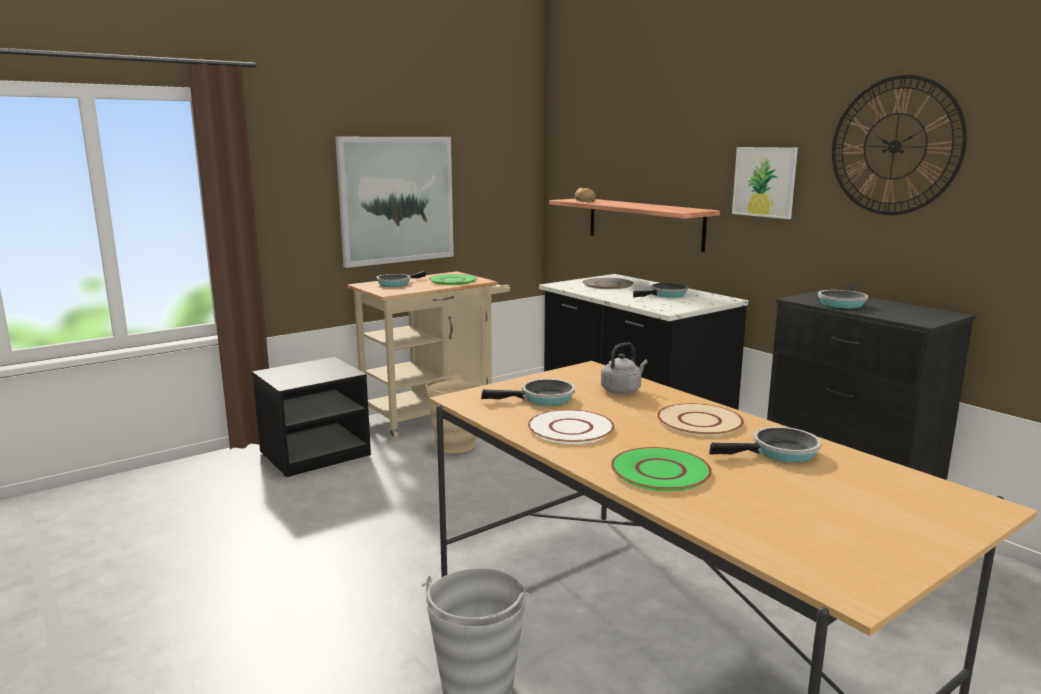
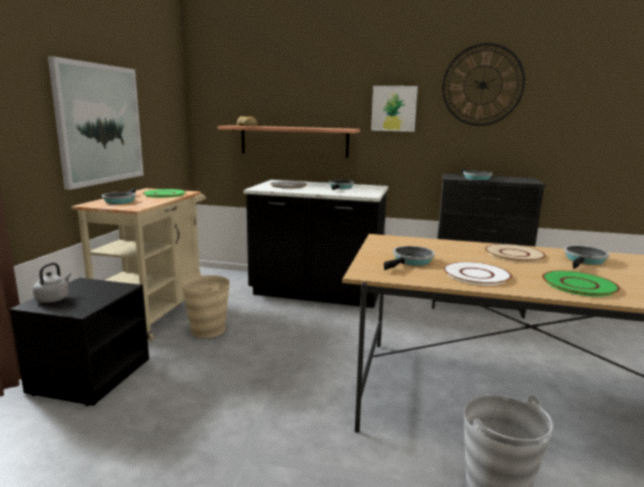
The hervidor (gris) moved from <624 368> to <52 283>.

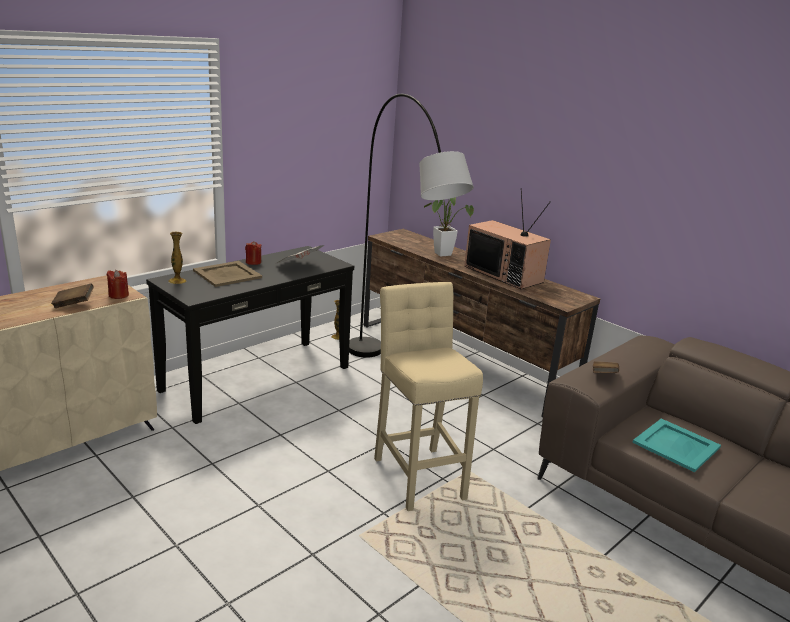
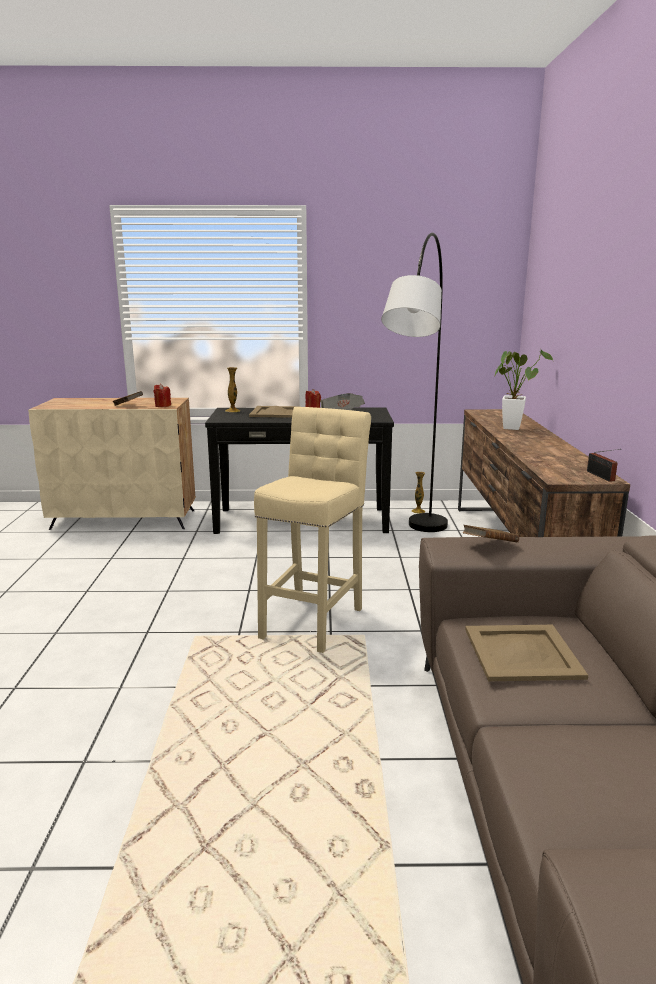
The televisor at <507 238> disappeared. The radio at <604 465> appeared. The bandeja (turquesa) at <676 445> became the bandeja (beis) at <526 653>.

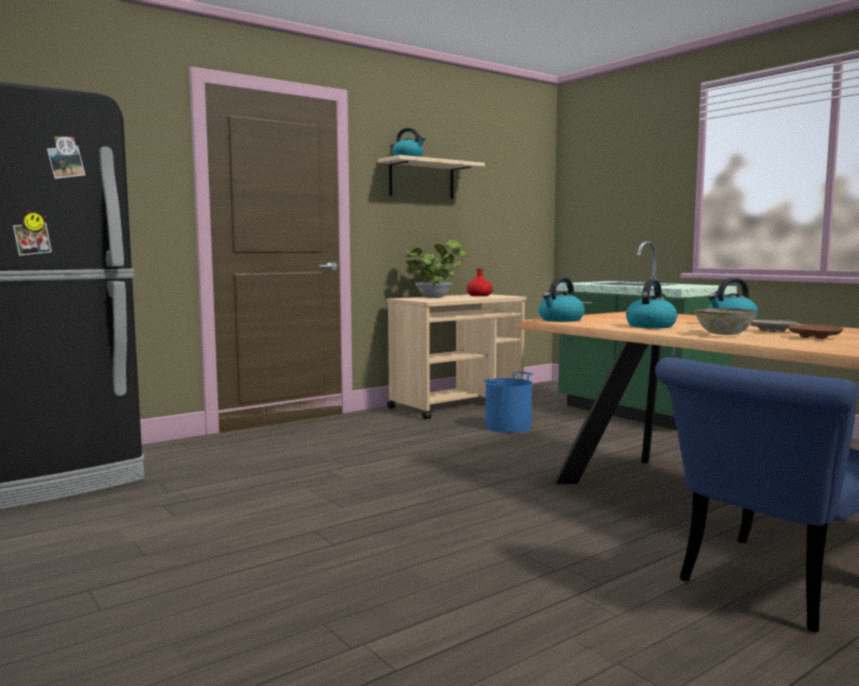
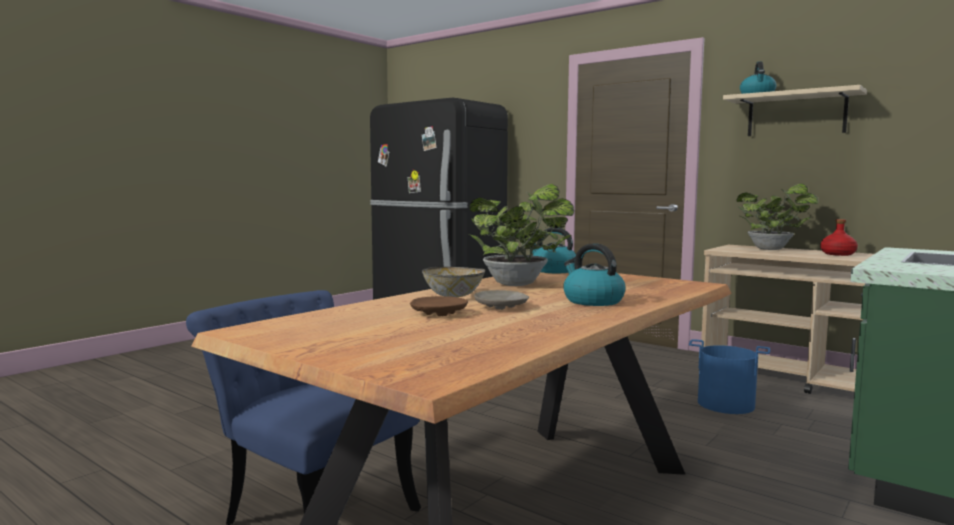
The hervidor at <651 303> was replaced by the planta en maceta at <521 235>.

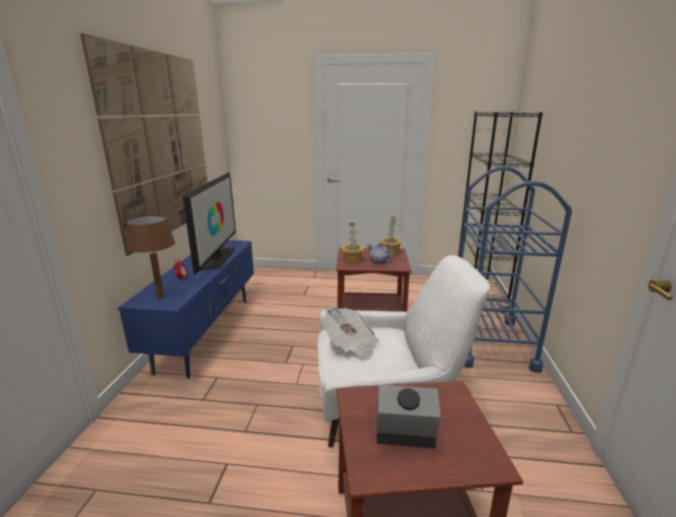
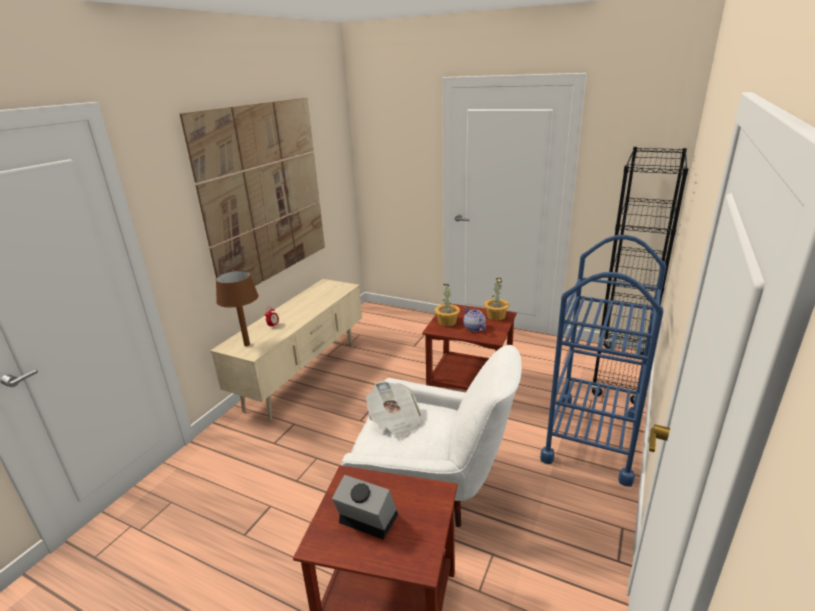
The televisor at <209 223> disappeared. The mueble de televisión (azul) at <186 309> became the mueble de televisión (beis) at <286 349>.

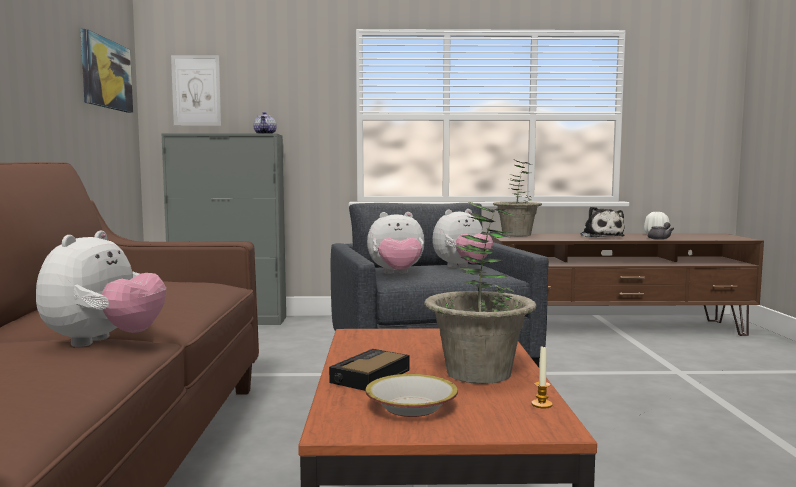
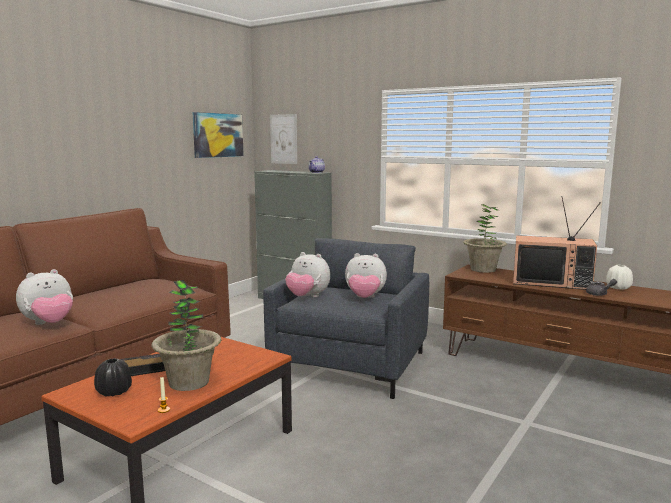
The cuenco at <411 395> was replaced by the florero (negro) at <113 377>. The peluche at <603 221> was replaced by the televisor at <557 243>.

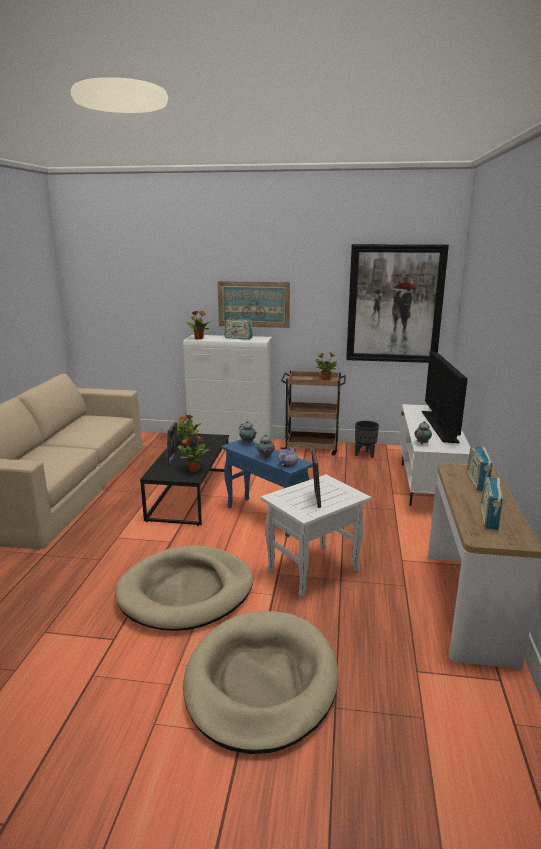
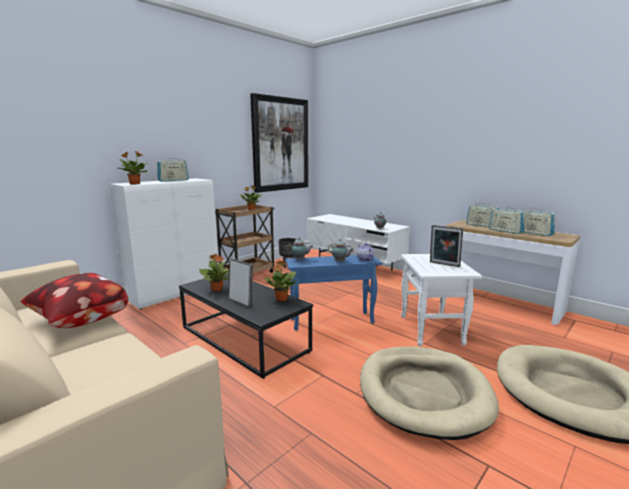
The cuadro at <254 304> disappeared. The televisor at <445 397> disappeared. The cojín at <74 300> appeared. The radio at <507 219> appeared.

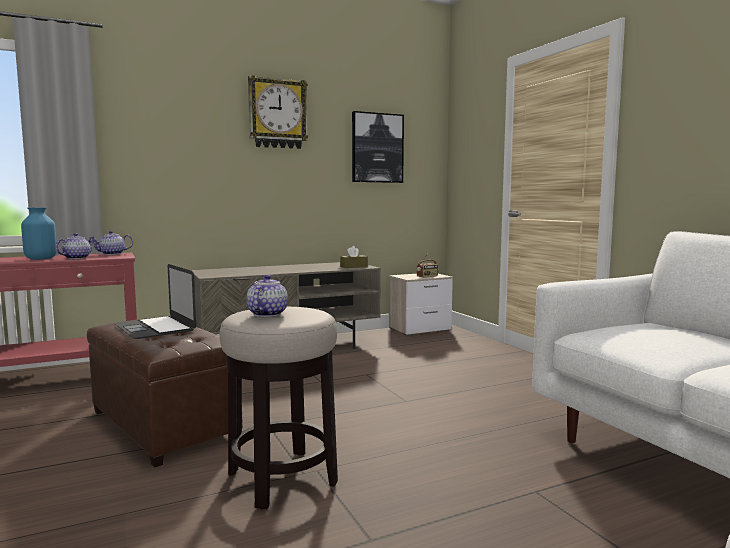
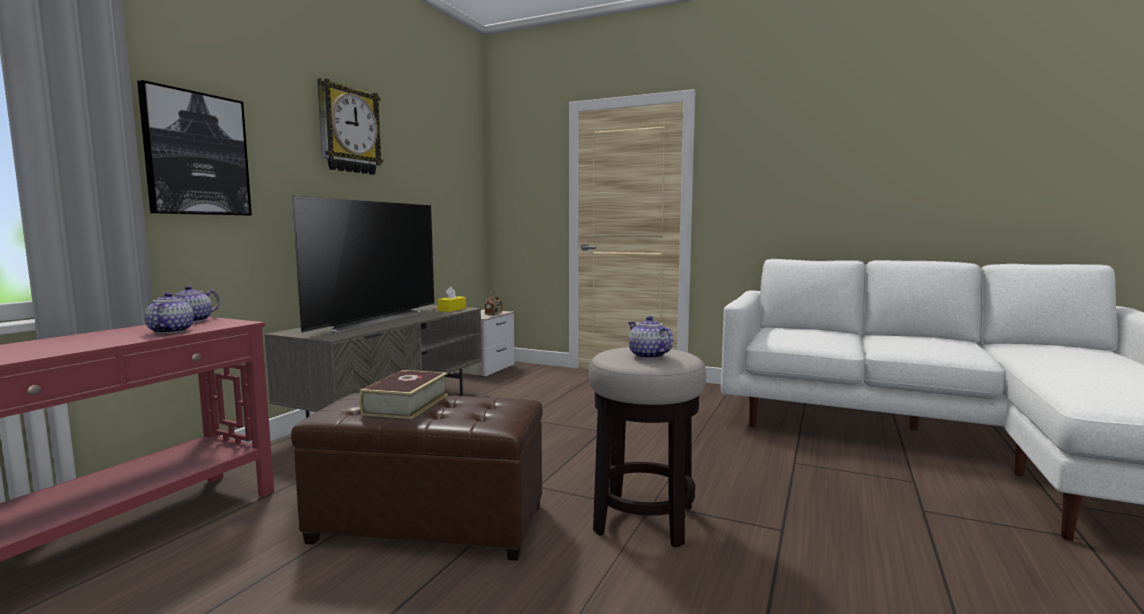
The florero (azul) at <39 233> disappeared. The televisor at <363 264> appeared. The cuadro moved from <378 147> to <194 148>. The portátil at <155 301> was replaced by the libro at <403 394>. The caja de pañuelos (marrón) at <354 257> became the caja de pañuelos (amarillo) at <451 299>.

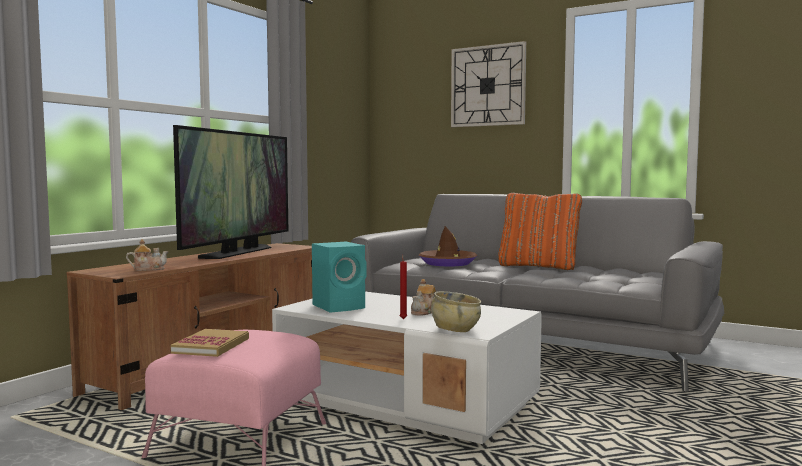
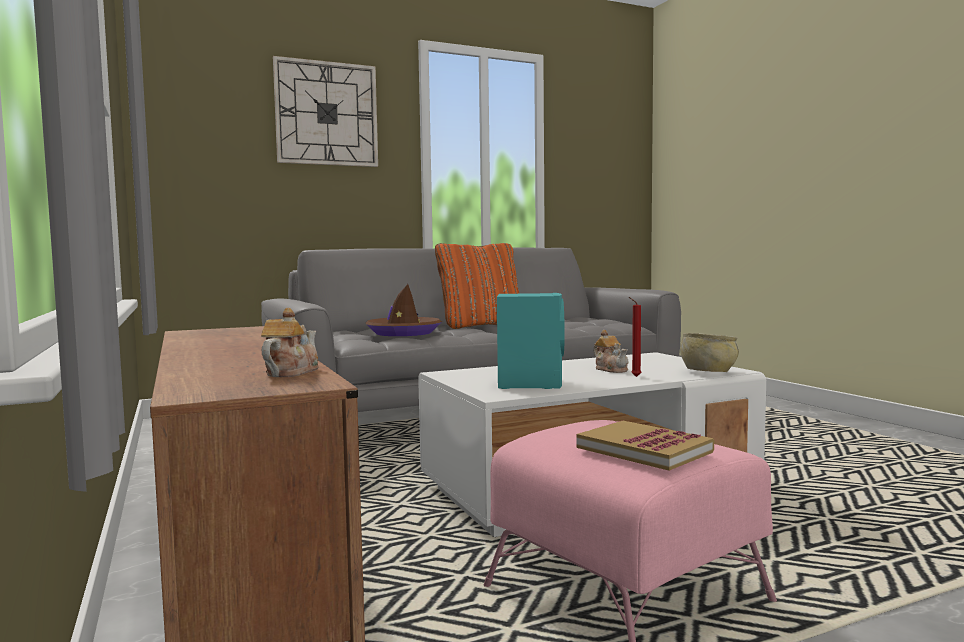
The televisor at <230 192> disappeared.

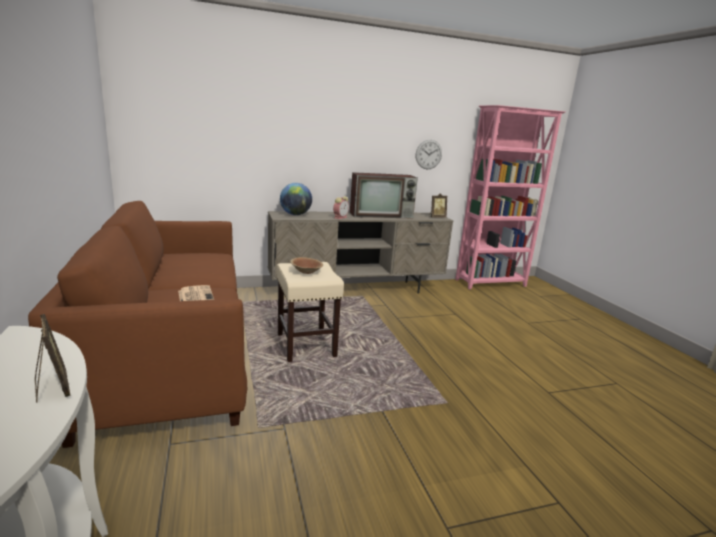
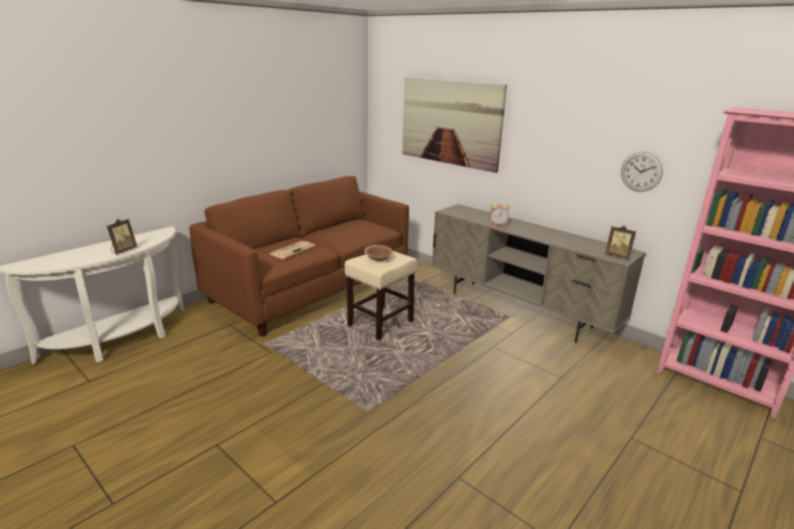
The globo terráqueo at <296 199> disappeared. The televisor at <384 195> disappeared. The cuadro at <454 125> appeared.

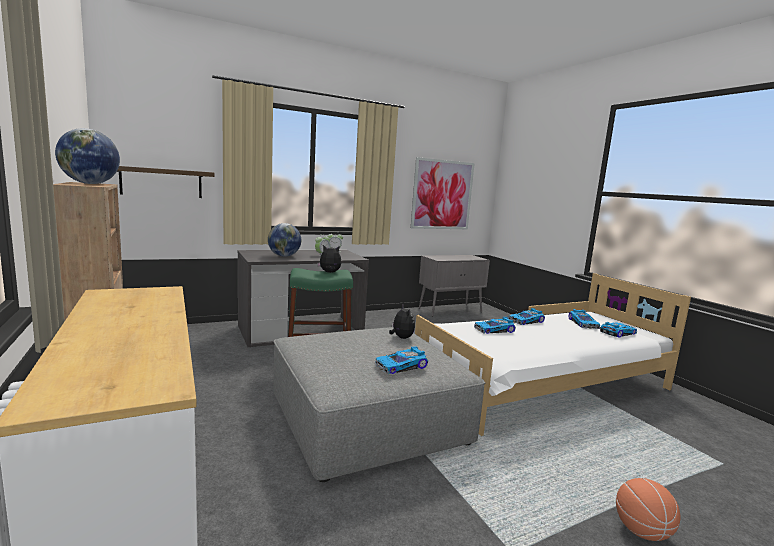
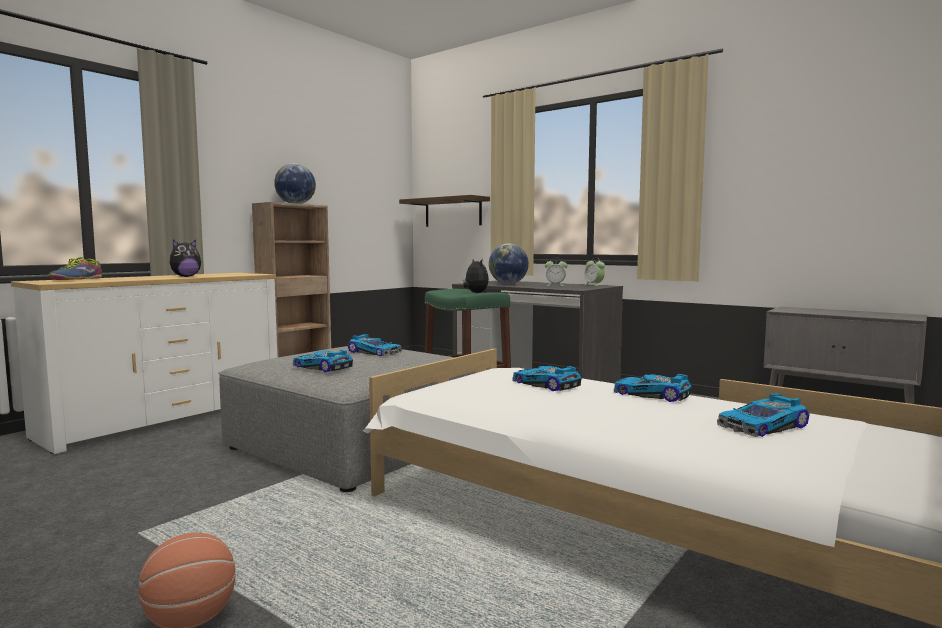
The cuadro at <443 193> disappeared. The zapato at <75 268> appeared. The peluche moved from <402 322> to <185 258>. The coche de juguete moved from <618 330> to <375 345>.

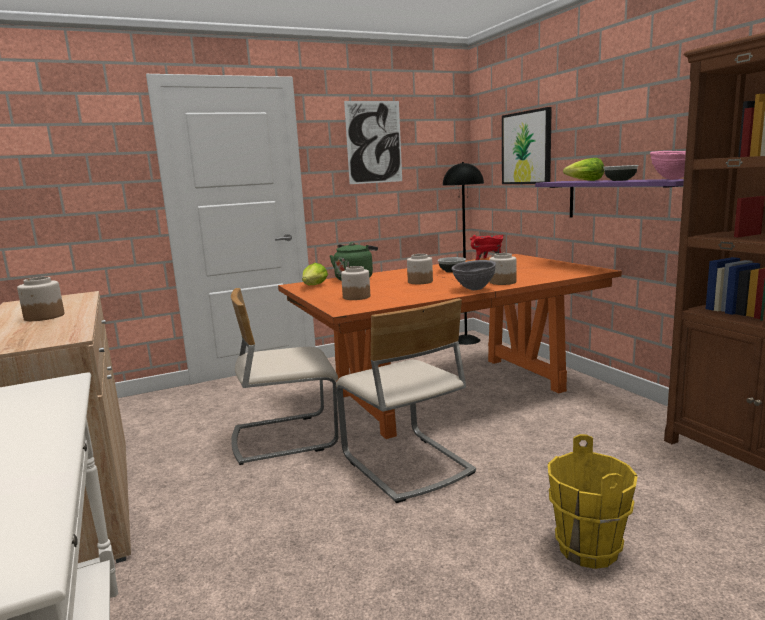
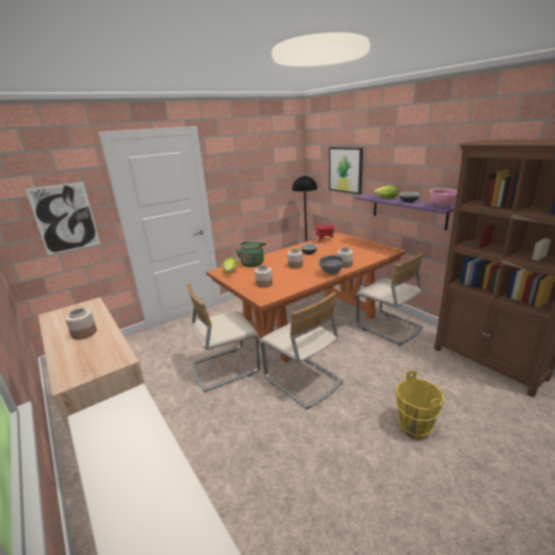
The silla (beis) at <390 299> appeared. The cuadro moved from <373 142> to <62 218>.

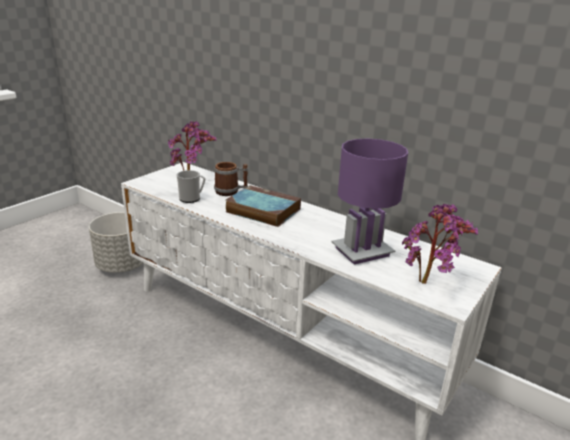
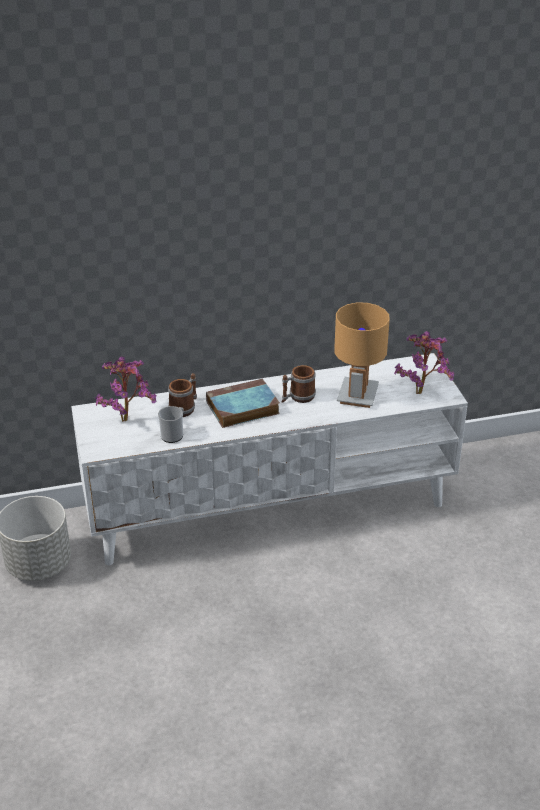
The taza grande at <299 384> appeared. The lámpara de mesa (morado) at <369 201> became the lámpara de mesa (marrón) at <362 355>.

